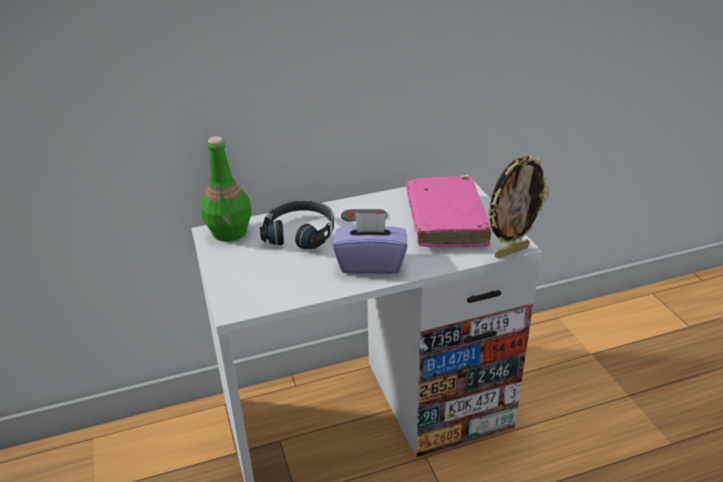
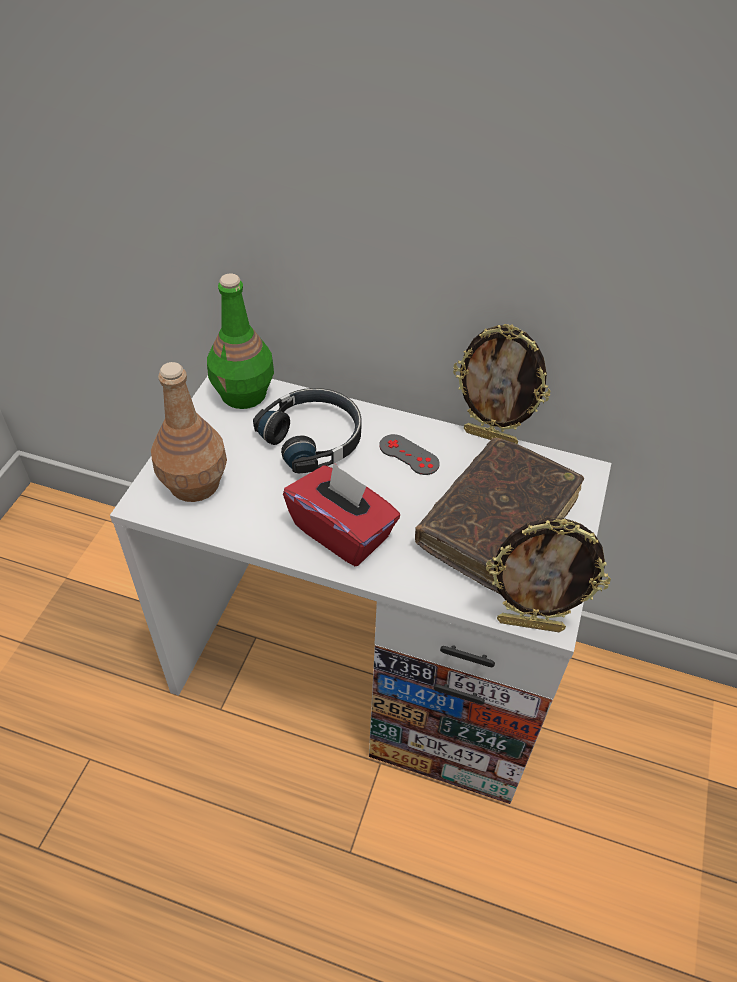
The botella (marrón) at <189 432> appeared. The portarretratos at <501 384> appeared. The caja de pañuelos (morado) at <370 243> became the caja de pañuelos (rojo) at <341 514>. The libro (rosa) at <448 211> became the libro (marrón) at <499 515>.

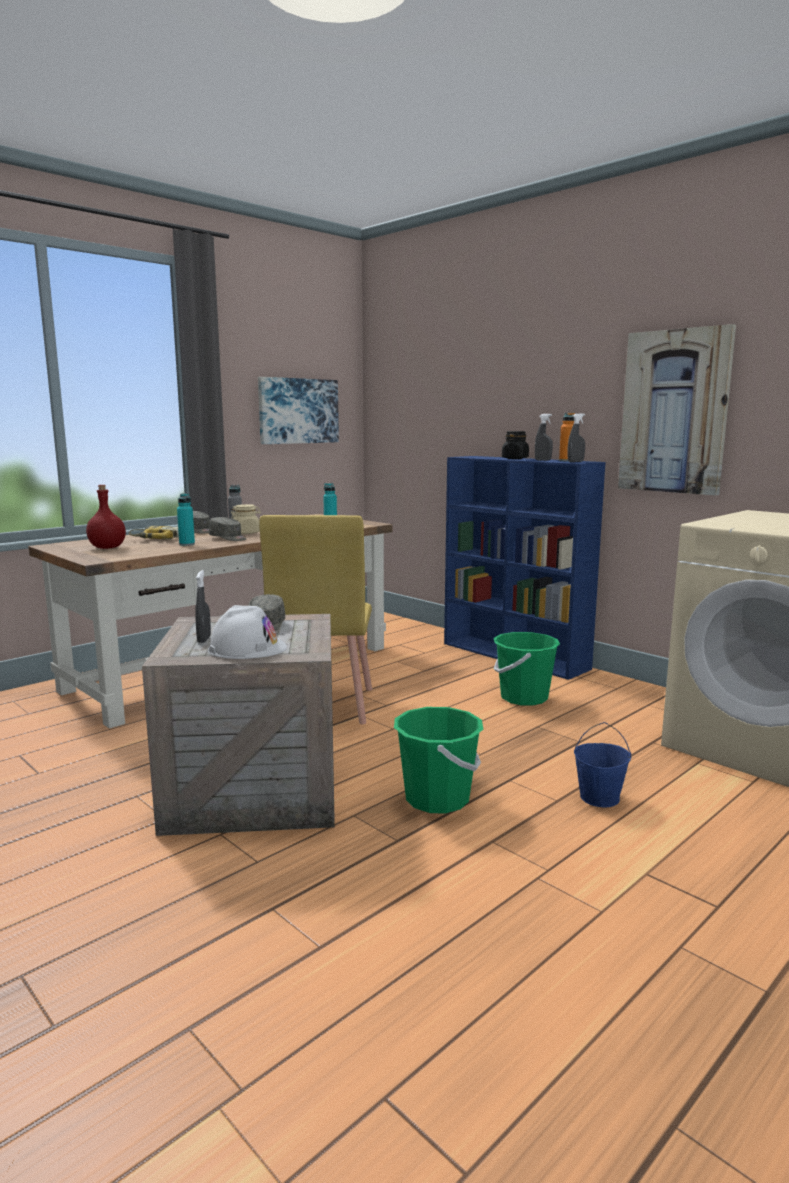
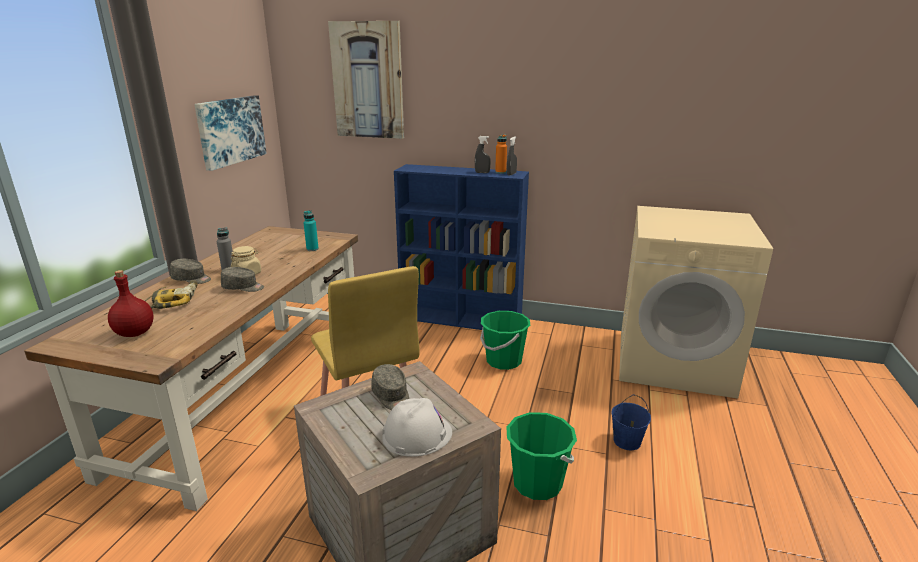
The botella (turquesa) at <186 519> disappeared. The pulverizador (gris) at <203 606> disappeared. The tarro (negro) at <515 445> disappeared. The cuadro moved from <677 410> to <366 80>.

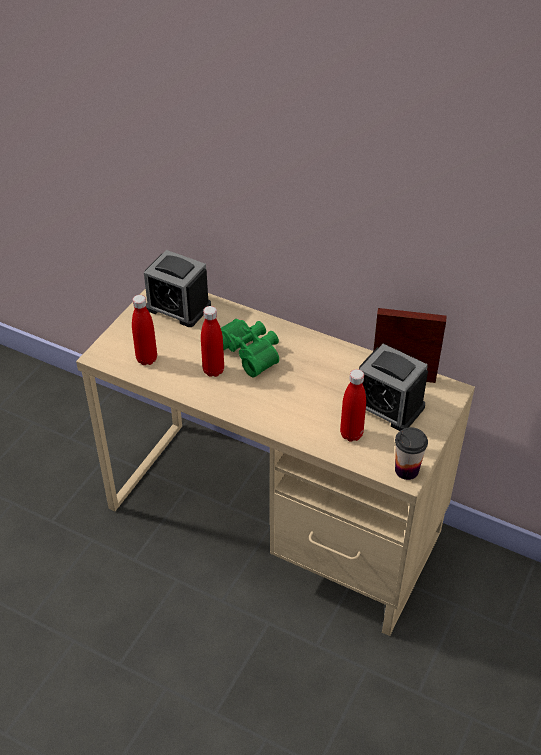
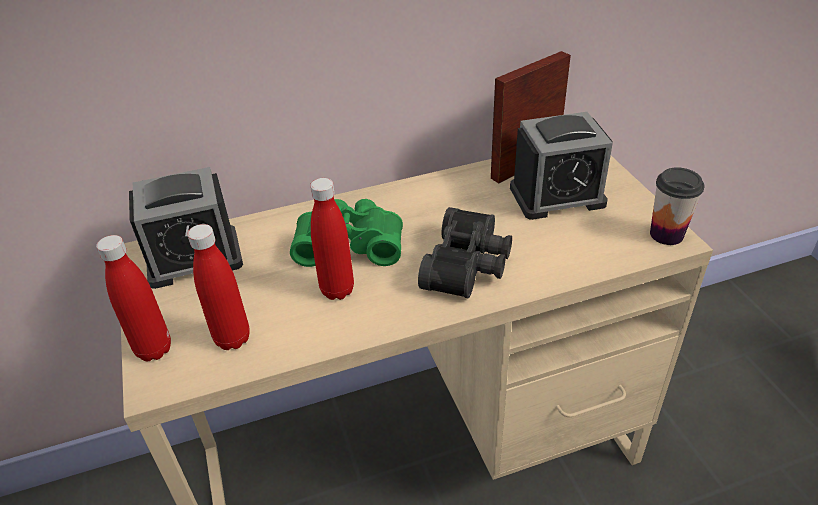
The prismáticos (negro) at <465 252> appeared. The botella (rojo) moved from <353 405> to <133 298>.

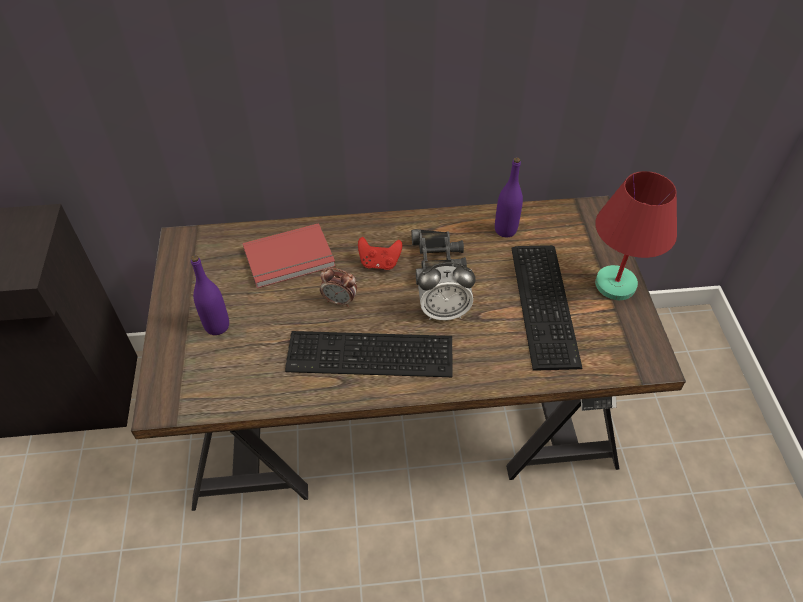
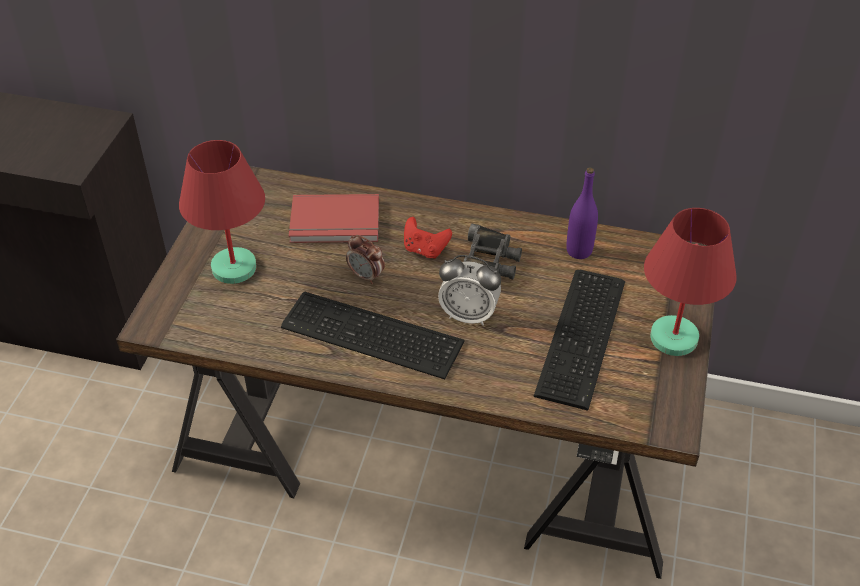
The botella (morado) at <210 295> was replaced by the lámpara de mesa (rojo) at <222 212>.

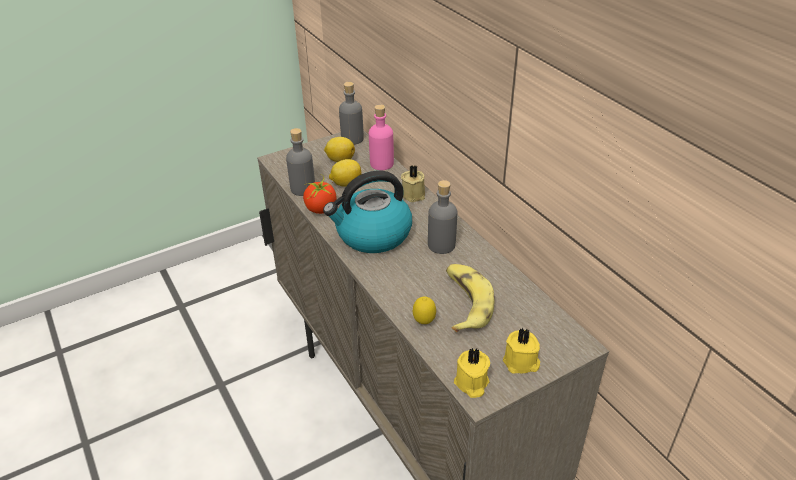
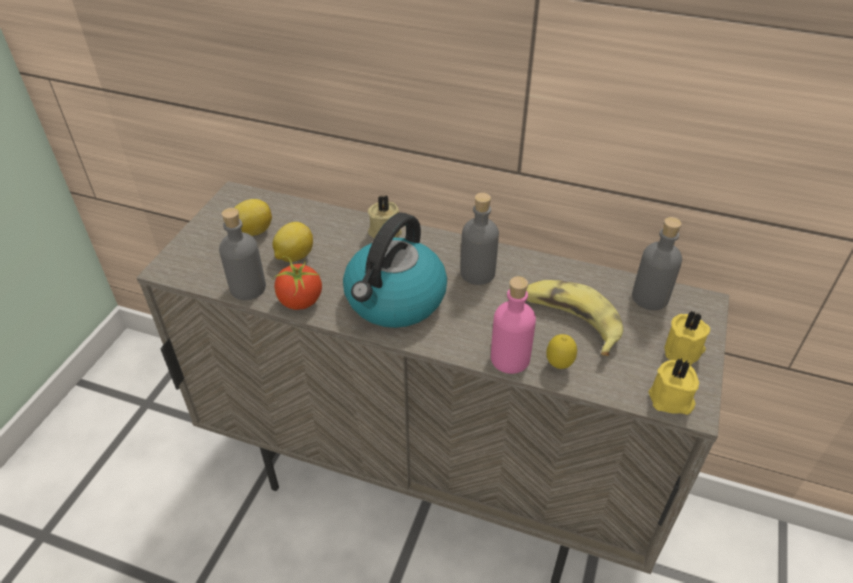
The botella (gris) moved from <351 113> to <657 263>. The botella (rosa) moved from <381 137> to <513 325>.

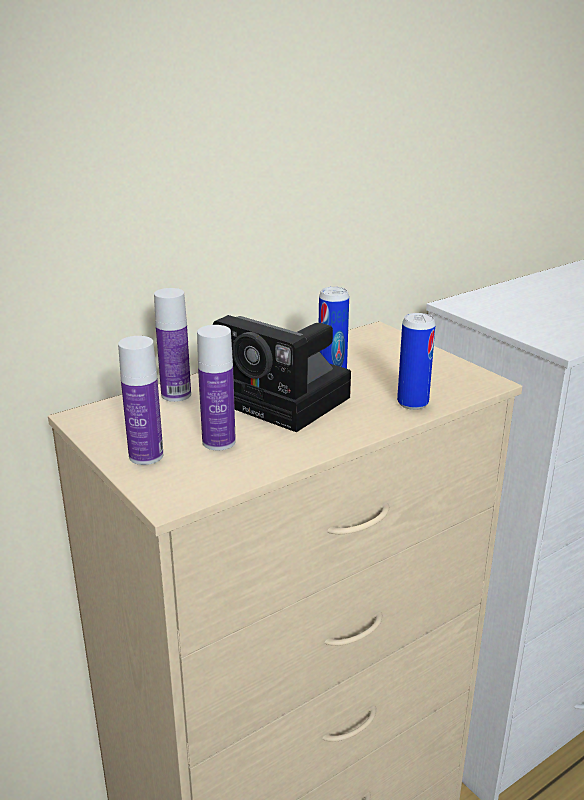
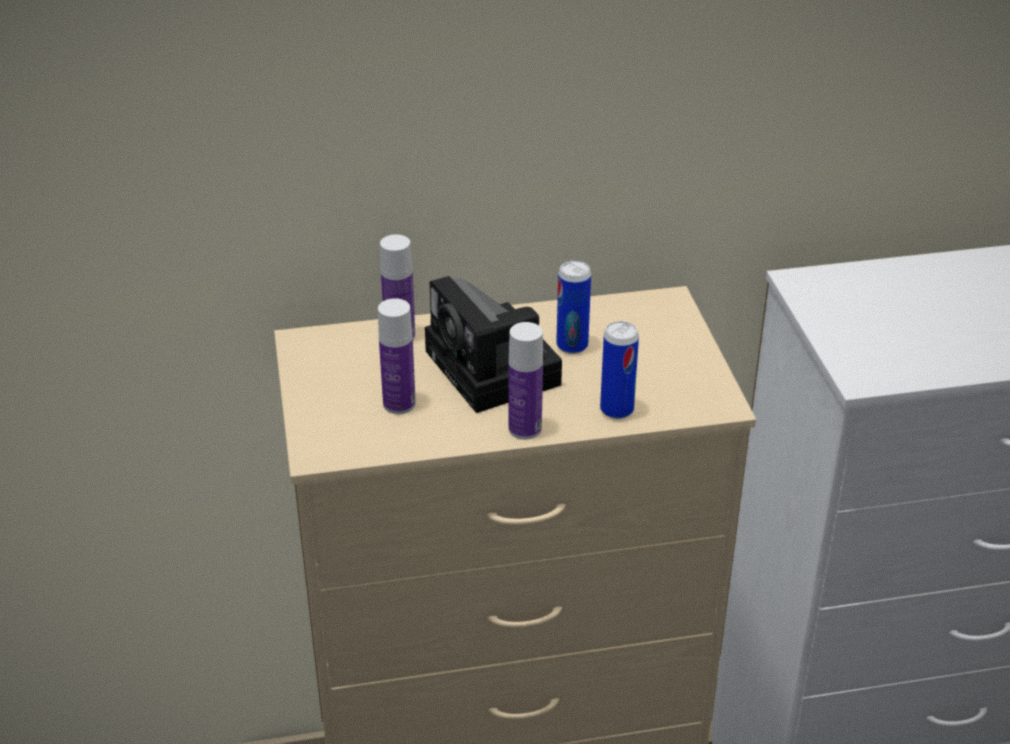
The botella moved from <140 400> to <526 381>.

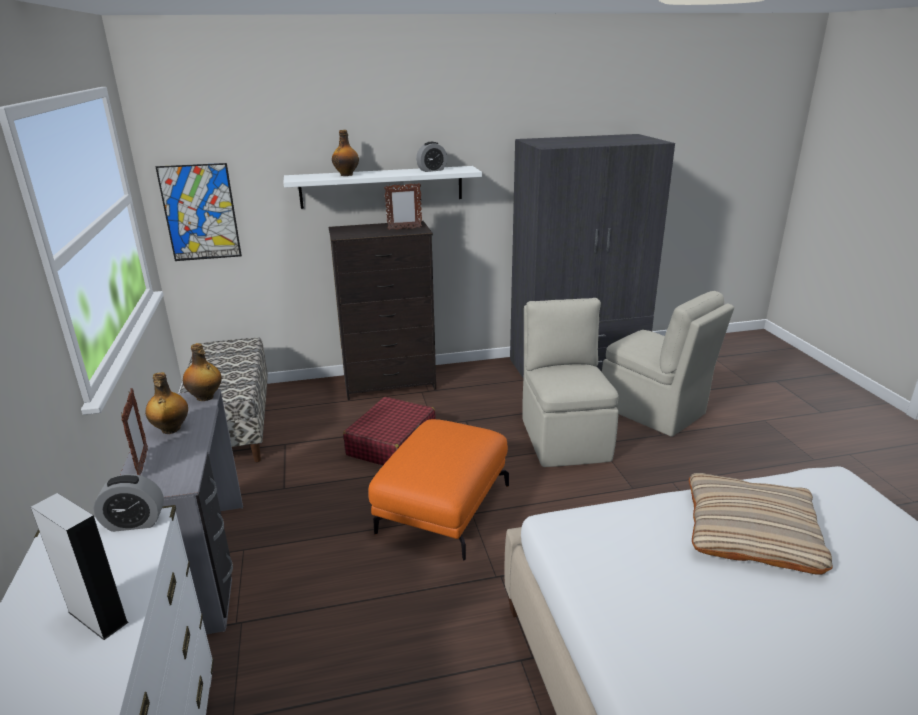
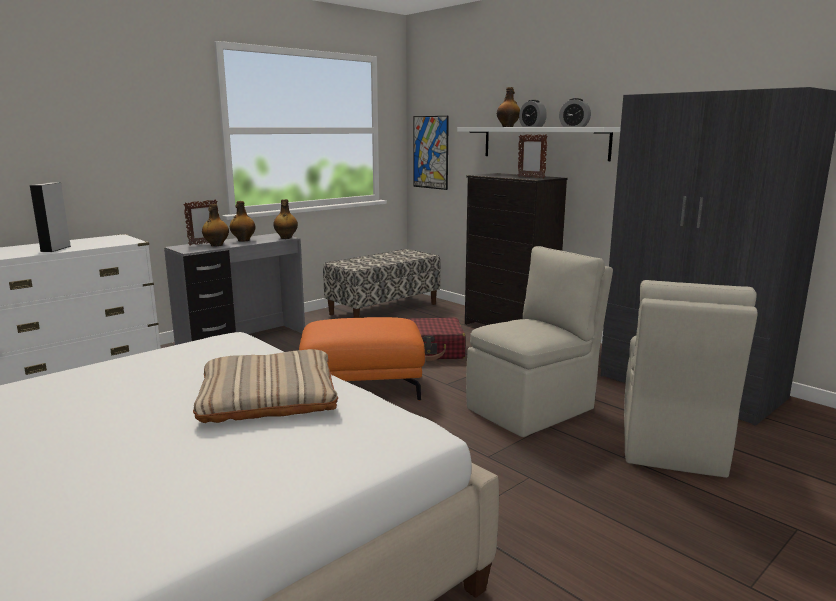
The botella at <215 225> appeared. The despertador moved from <128 503> to <533 113>.

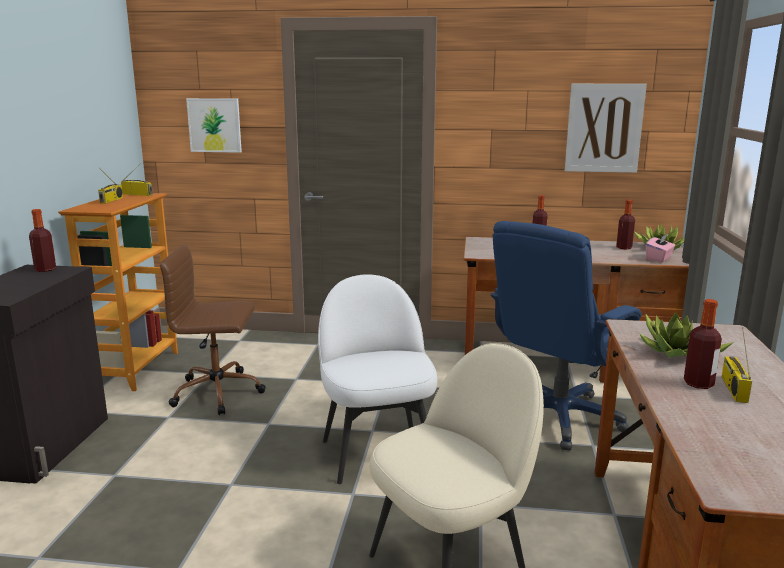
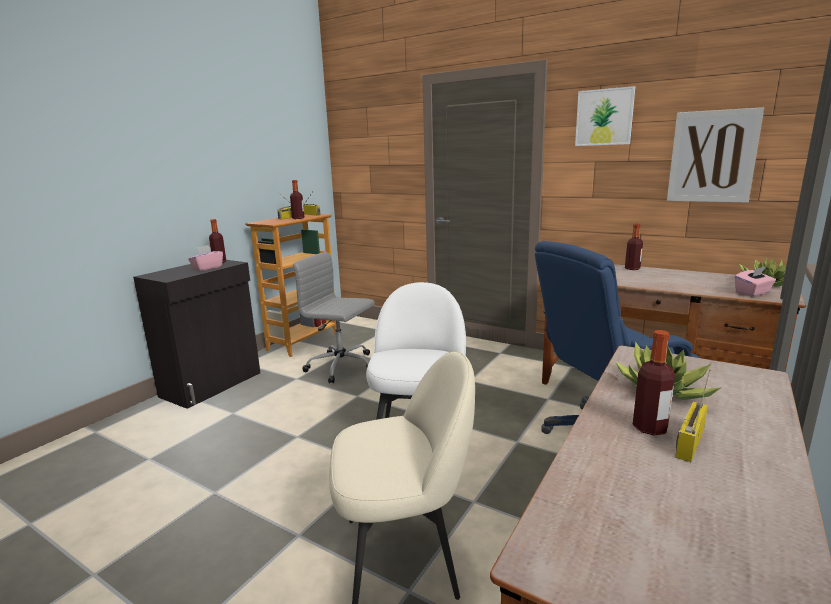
The caja de pañuelos (rosa) at <205 258> appeared. The cuadro moved from <214 125> to <605 116>. The botella moved from <625 225> to <297 199>. The silla de oficina (marrón) at <213 330> became the silla de oficina (gris) at <334 317>.

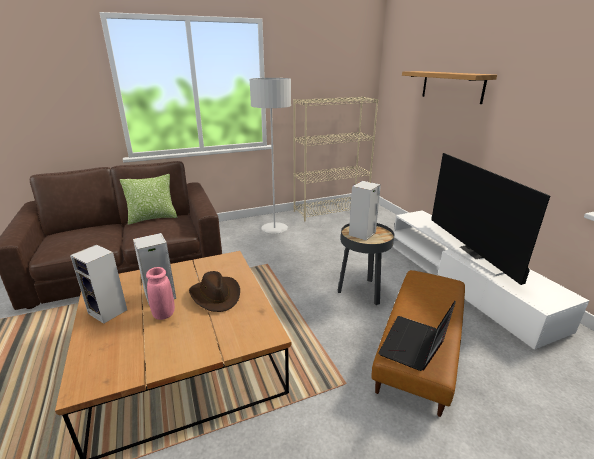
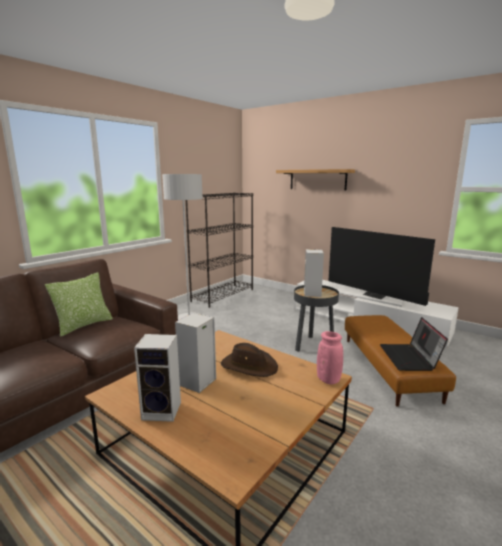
The florero (rosa) moved from <160 293> to <330 357>. The estantería (beis) at <335 158> became the estantería (negro) at <219 250>.

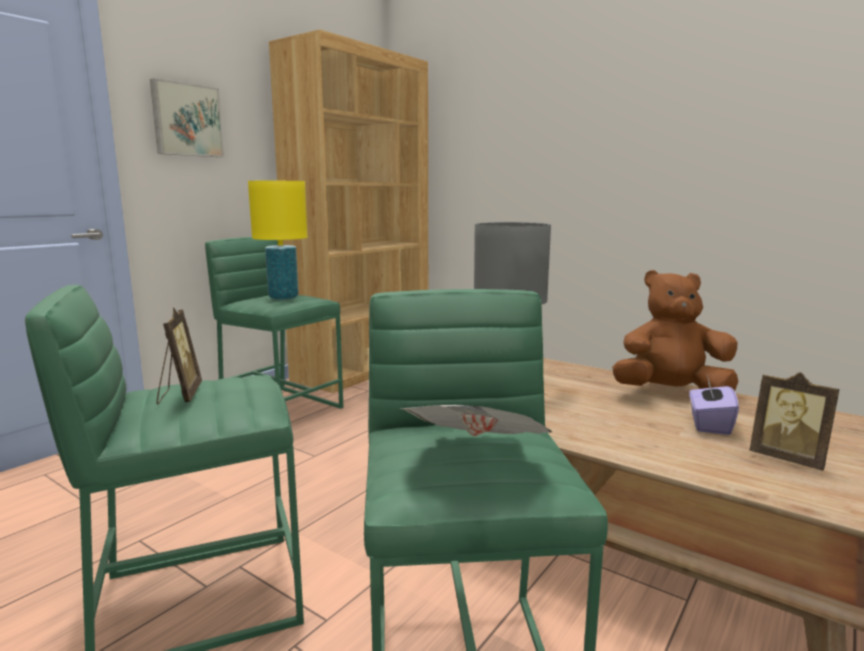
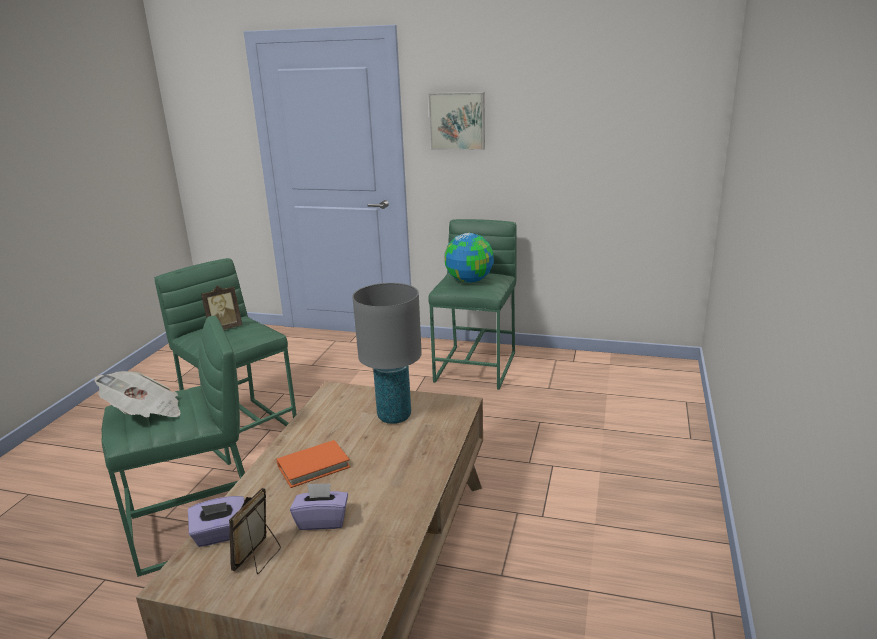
The estantería (marrón) at <348 211> disappeared. The peluche (marrón) at <675 330> disappeared. The caja de pañuelos (morado) at <216 521> appeared. The libro (naranja) at <313 464> appeared. The lámpara de mesa (amarillo) at <277 240> was replaced by the globo terráqueo at <469 258>.

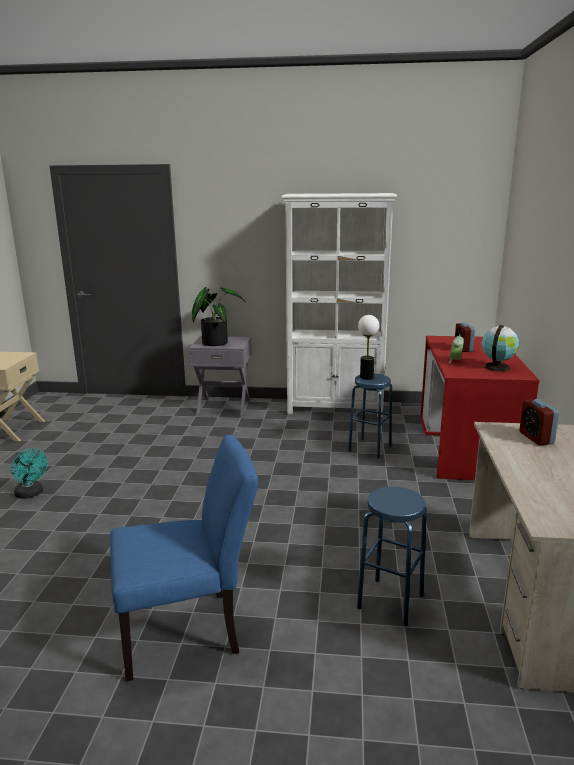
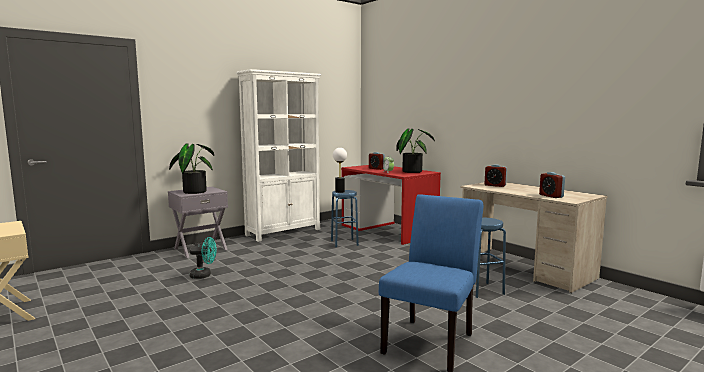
The despertador at <552 185> appeared. The ventilador (turquesa) moved from <29 474> to <203 258>. The globo terráqueo at <500 348> was replaced by the planta en maceta at <415 150>.

